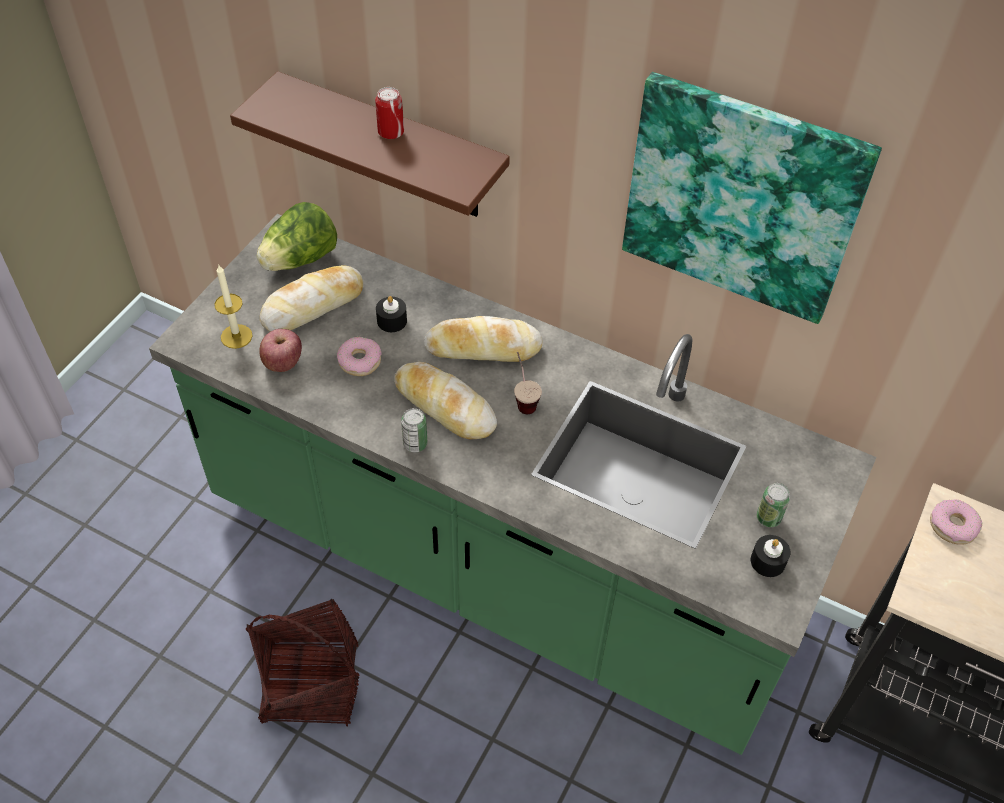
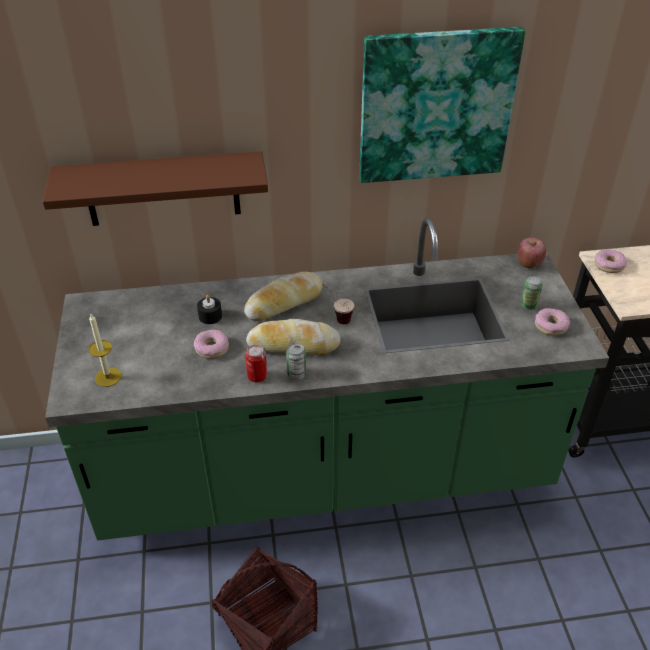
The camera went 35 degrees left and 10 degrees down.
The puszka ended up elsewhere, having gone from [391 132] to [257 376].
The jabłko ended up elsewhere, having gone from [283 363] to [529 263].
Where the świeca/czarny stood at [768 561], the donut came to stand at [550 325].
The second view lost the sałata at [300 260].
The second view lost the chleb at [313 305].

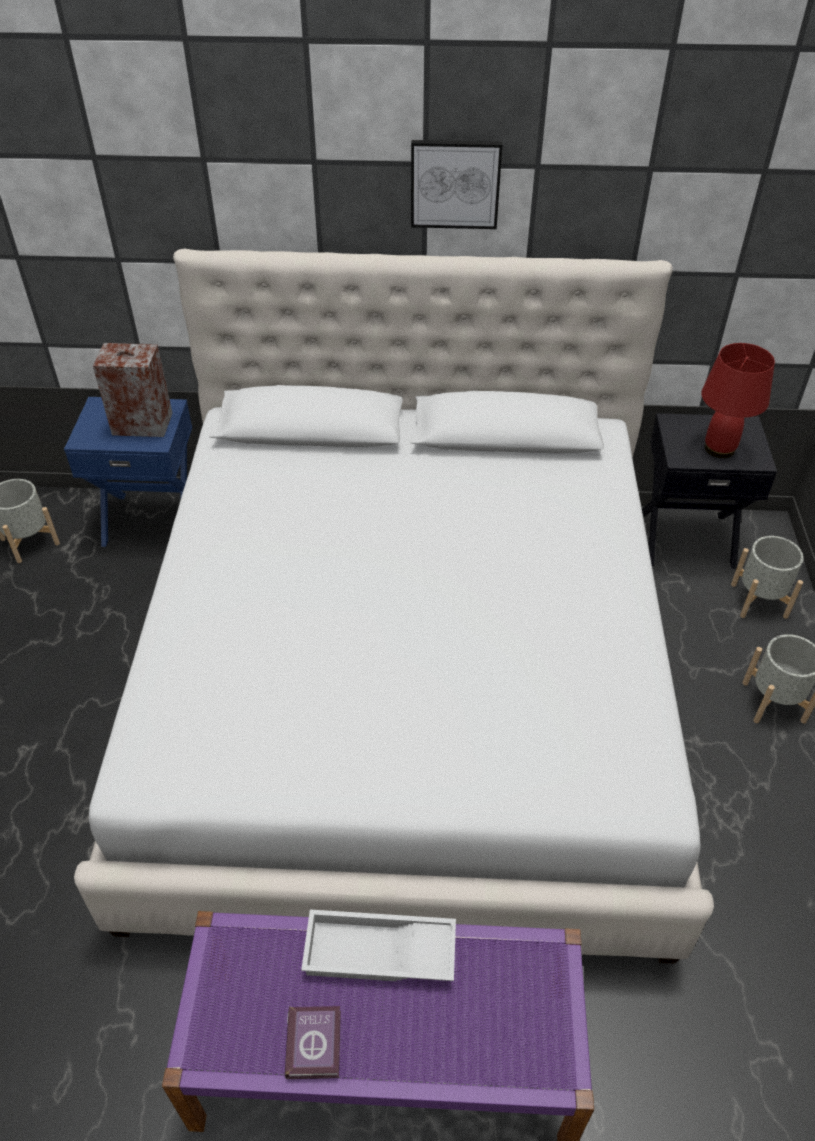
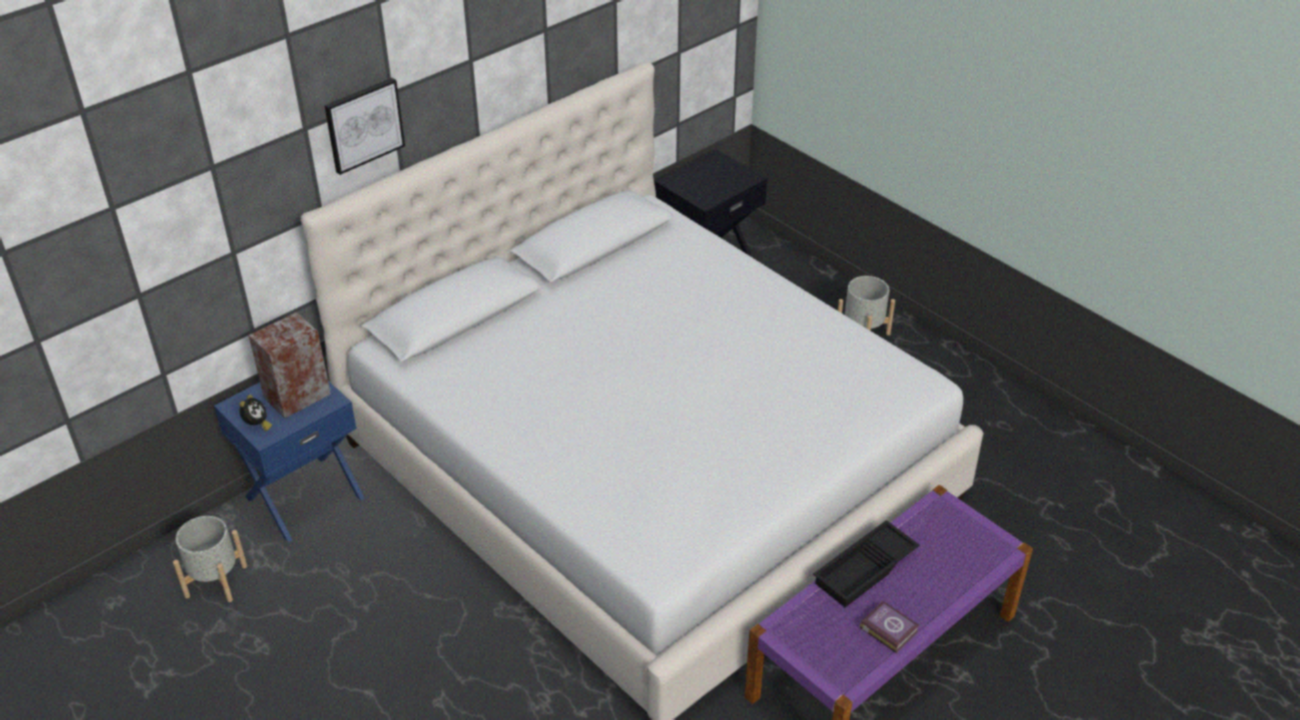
The camera went 45 degrees left and 5 degrees down.
The second view gained the budzik at [257 425].
The obraz ended up elsewhere, having gone from [455 184] to [364 124].
What was the taca/biały at [378 954] turned into the taca/czarny at [865 570].
The second view lost the lampa stołowa/czerwony at [719 449].
The second view lost the donica/szary at [759 600].

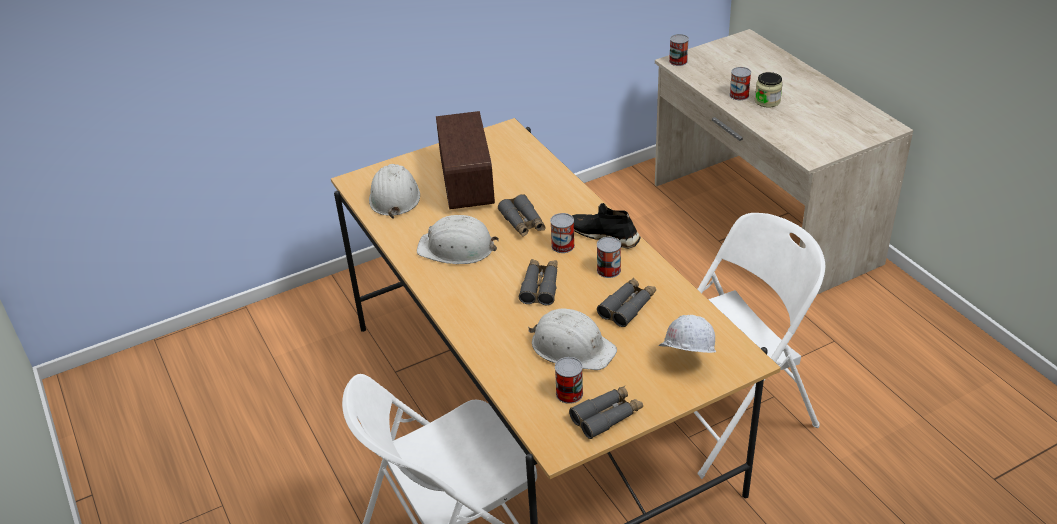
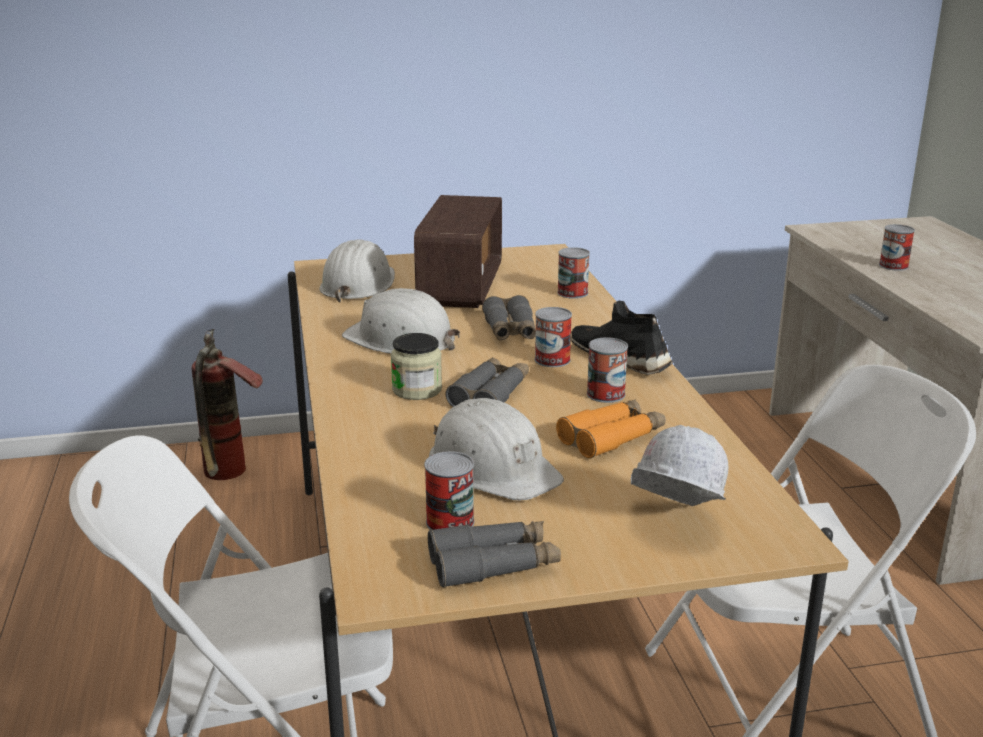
The camera went 15 degrees right and 15 degrees down.
The second view gained the gaśnica at [227 478].
The słoik ended up elsewhere, having gone from [767 101] to [417 390].
What was the lornetka/szary at [627 306] turned into the lornetka/pomarańczowy at [612 437].
The puszka ended up elsewhere, having gone from [678 61] to [572 293].

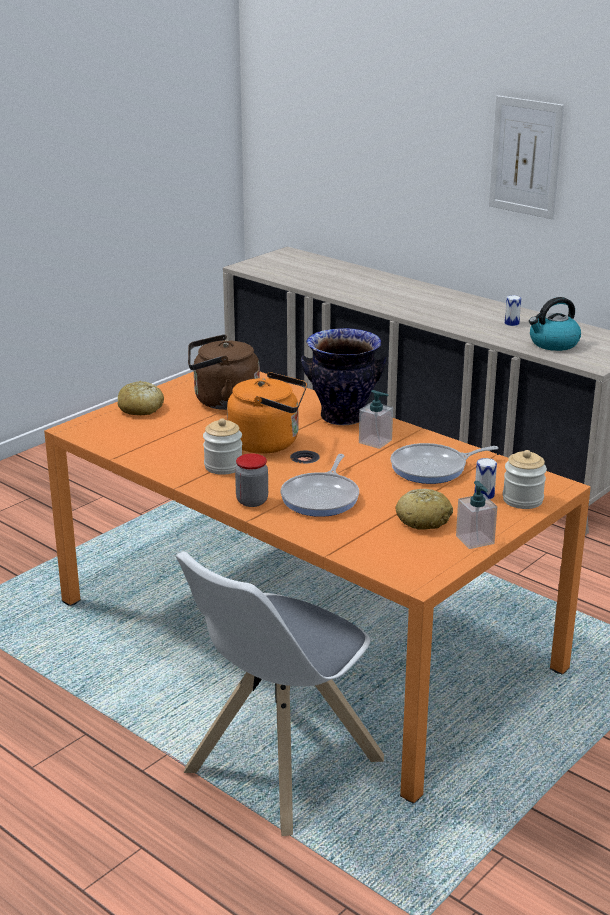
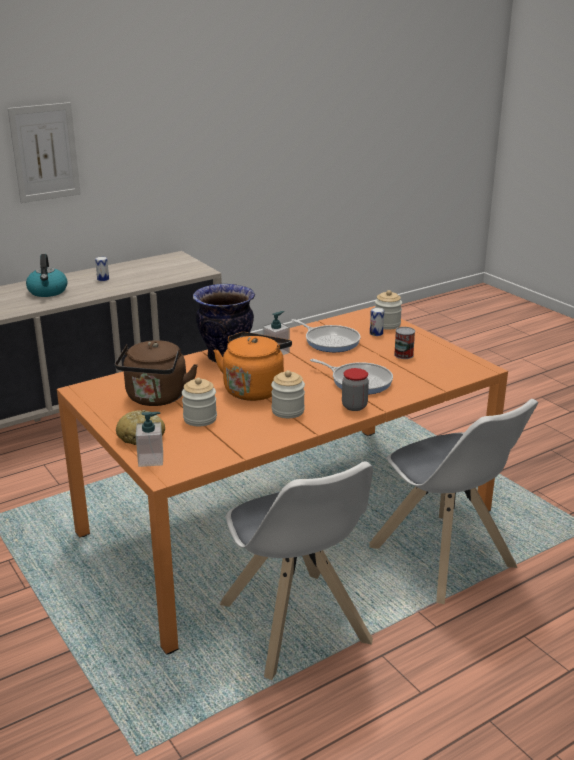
The camera went 75 degrees left and 0 degrees up.
The czajnik ended up elsewhere, having gone from [553 344] to [48 291].
The dozownik mydła ended up elsewhere, having gone from [475 540] to [151 459].
The second view gained the słoik at [200 419].
The second view gained the krzesło at [296 625].
The patelnia at [433 468] ended up facing another way, 45 degrees counterclockwise from before.
Where the chleb stood at [423 519], the puszka came to stand at [403 355].

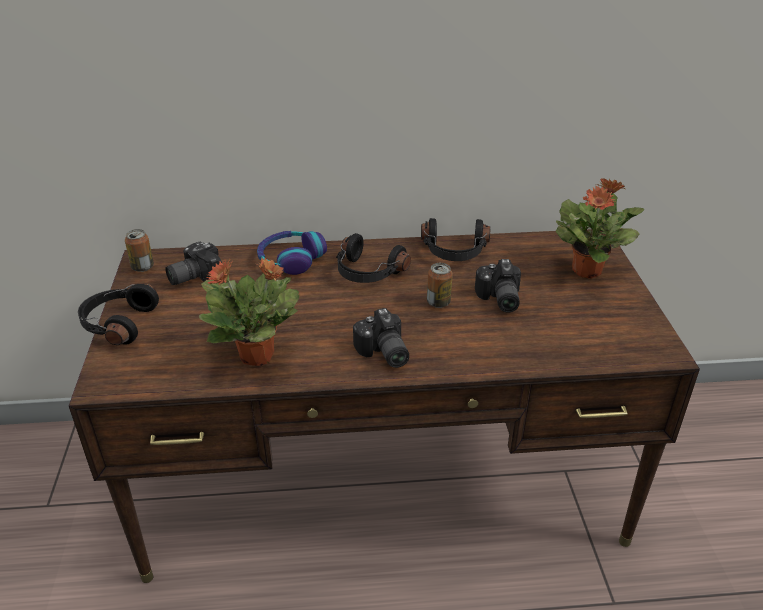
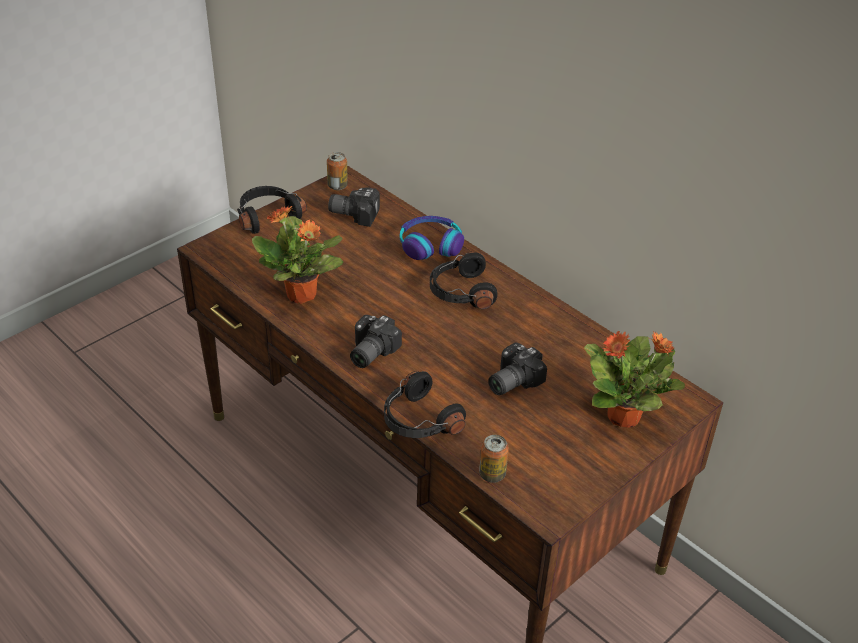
The camera went 50 degrees right and 5 degrees up.
The słuchawki/czarny ended up elsewhere, having gone from [454 252] to [418 420].
The puszka ended up elsewhere, having gone from [438 302] to [492 474].

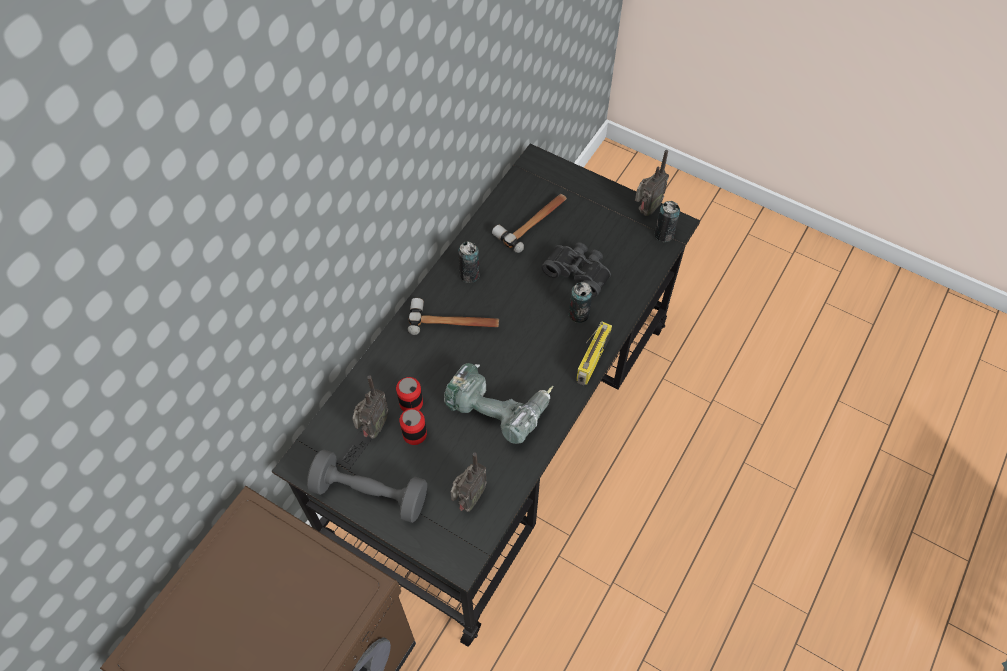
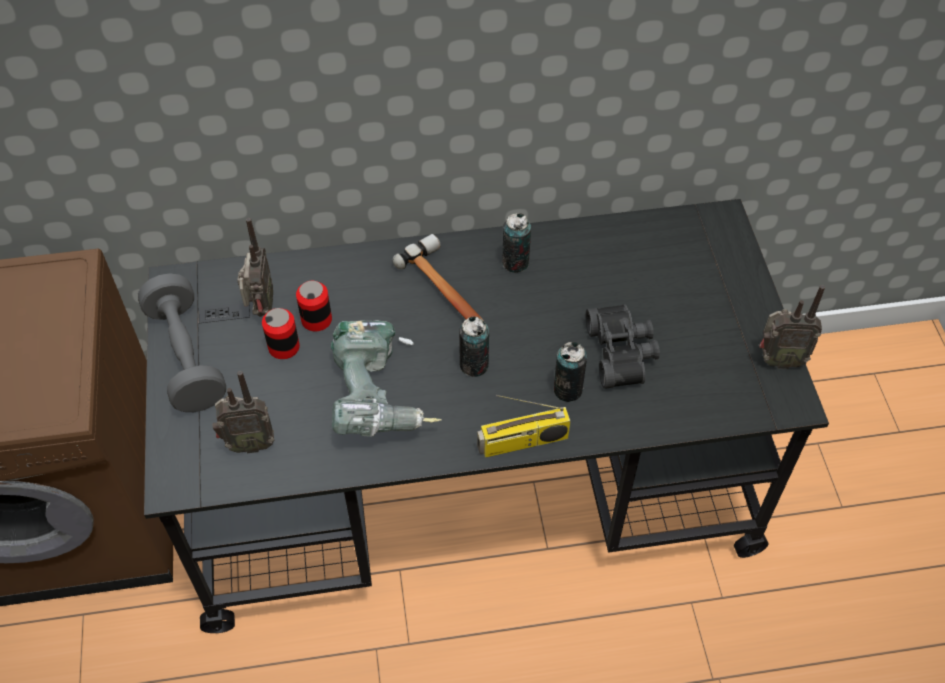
The camera went 50 degrees right and 5 degrees down.
The radio at [373 427] ended up facing another way, 75 degrees counterclockwise from before.
The puszka ended up elsewhere, having gone from [664 234] to [474 365].
The second view lost the młotek at [533 222].

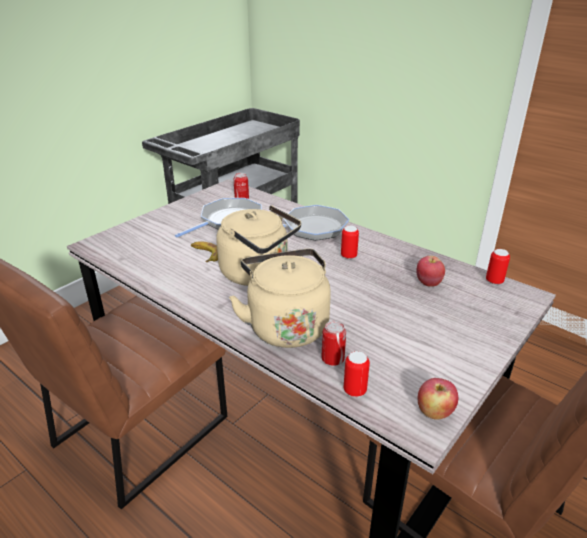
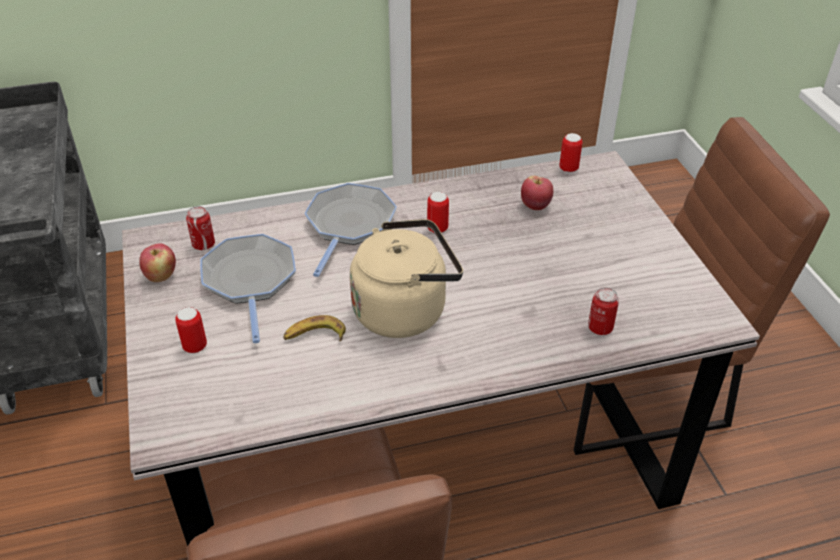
The camera went 55 degrees left and 10 degrees up.
The jabłko ended up elsewhere, having gone from [434 412] to [161 276].
The puszka ended up elsewhere, having gone from [354 391] to [195 346].
The second view lost the czajnik/beżowy at [286 325].

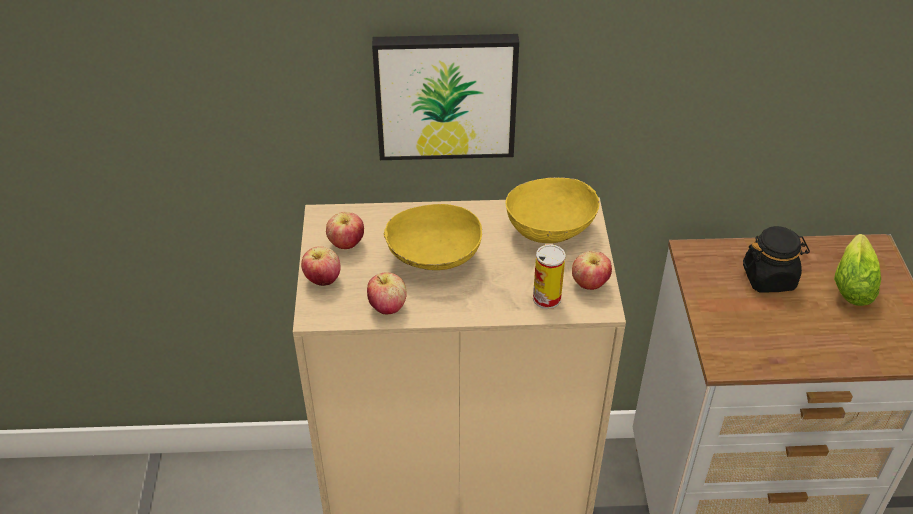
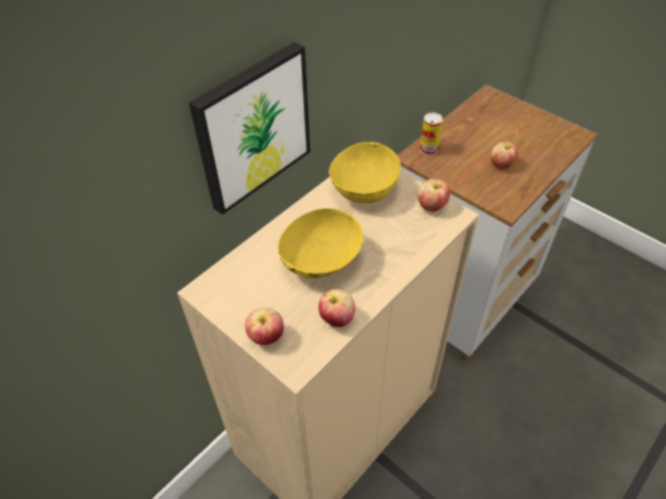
The camera went 45 degrees left and 5 degrees up.
The puszka ended up elsewhere, having gone from [546 298] to [428 149].
The jabłko ended up elsewhere, having gone from [346 244] to [501 164].
The second view lost the słoik/czarny at [769 278].
The second view lost the sałata at [853 281].

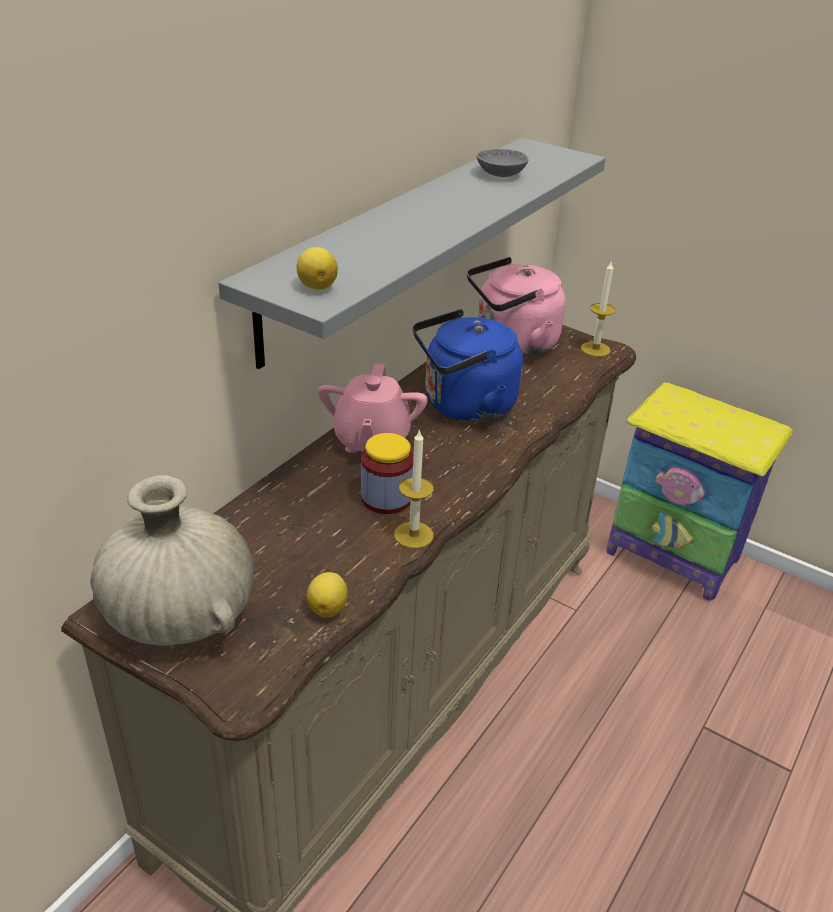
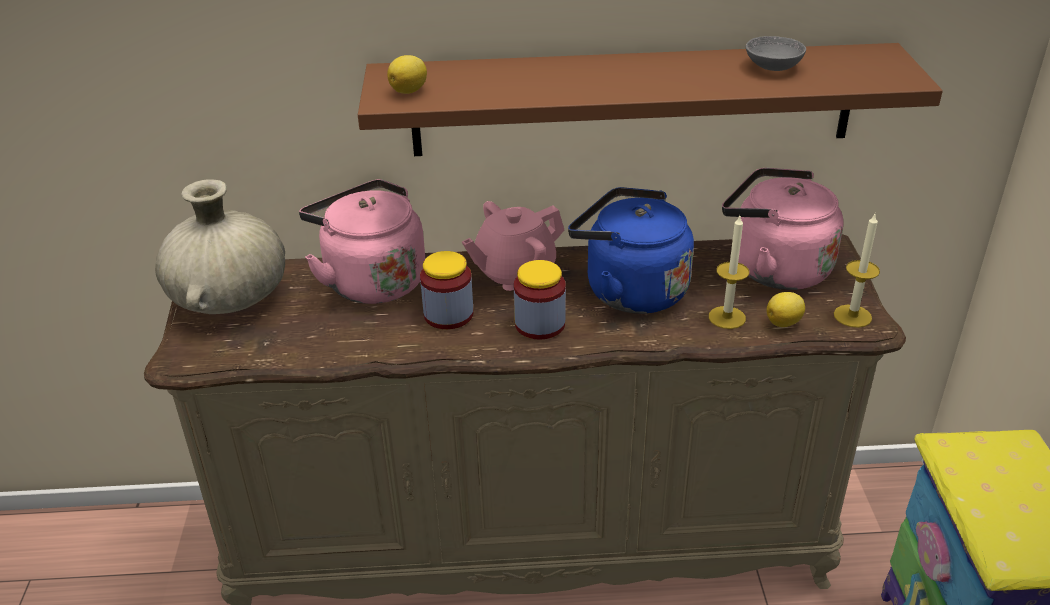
The camera went 55 degrees right and 0 degrees up.
The second view gained the czajnik/różowy at [371 280].
What was the półka/szary at [397 242] turned into the półka/brązowy at [632 100].
The second view gained the słoik at [540 324].
The świeca ended up elsewhere, having gone from [413 535] to [727 317].
The cytryna ended up elsewhere, having gone from [328 608] to [784 322].

